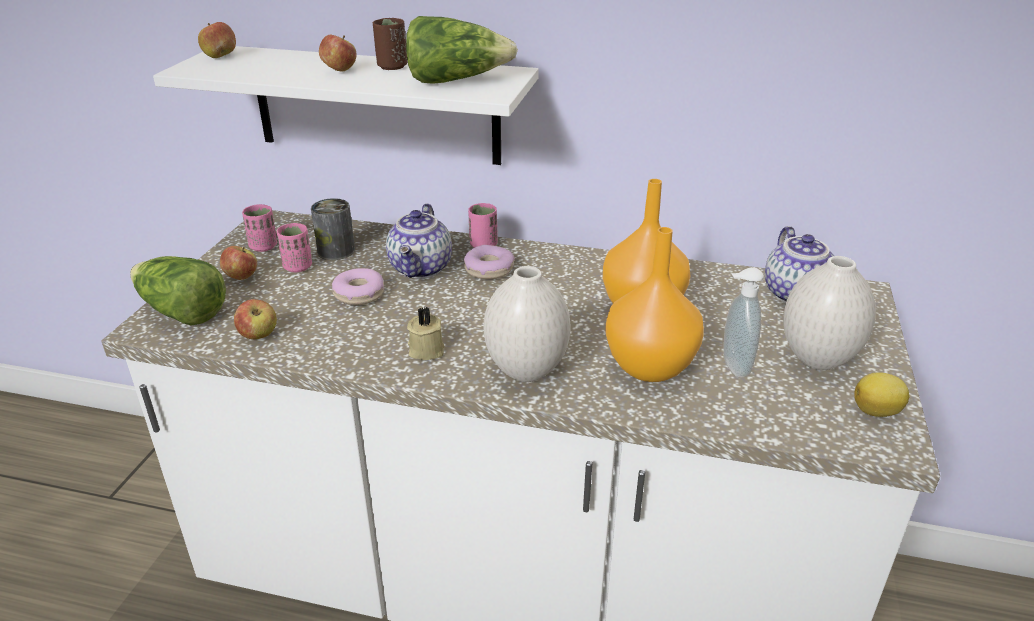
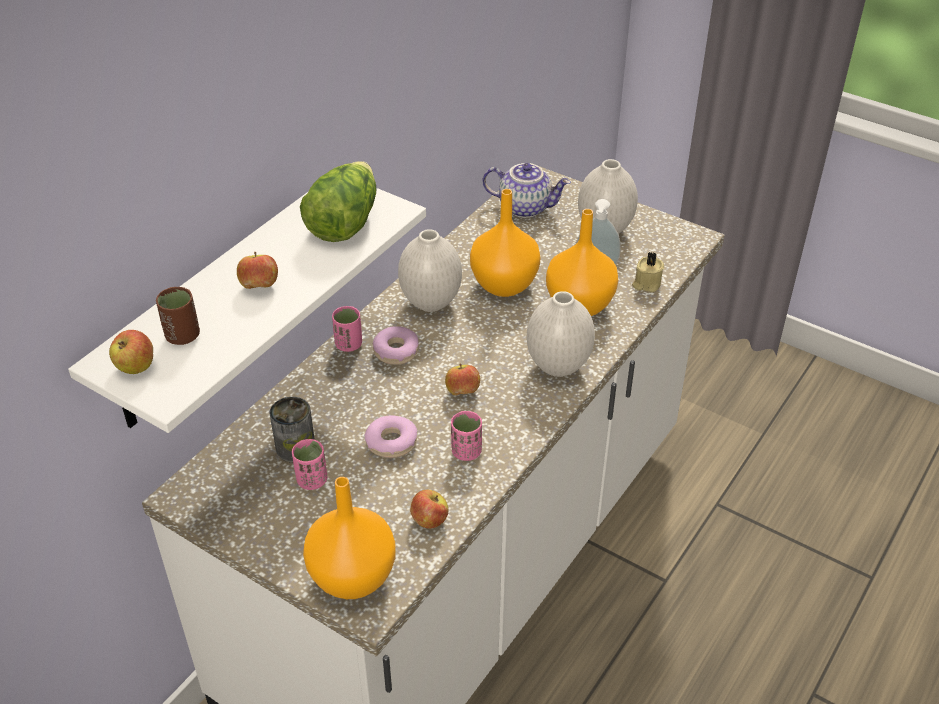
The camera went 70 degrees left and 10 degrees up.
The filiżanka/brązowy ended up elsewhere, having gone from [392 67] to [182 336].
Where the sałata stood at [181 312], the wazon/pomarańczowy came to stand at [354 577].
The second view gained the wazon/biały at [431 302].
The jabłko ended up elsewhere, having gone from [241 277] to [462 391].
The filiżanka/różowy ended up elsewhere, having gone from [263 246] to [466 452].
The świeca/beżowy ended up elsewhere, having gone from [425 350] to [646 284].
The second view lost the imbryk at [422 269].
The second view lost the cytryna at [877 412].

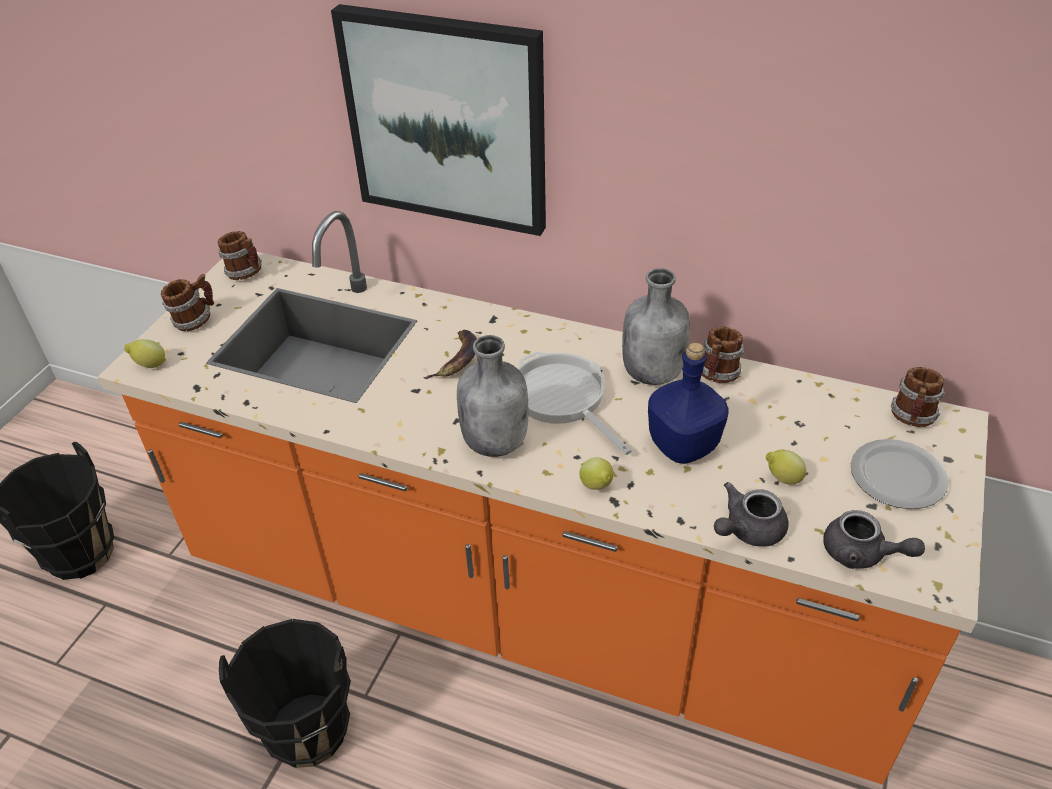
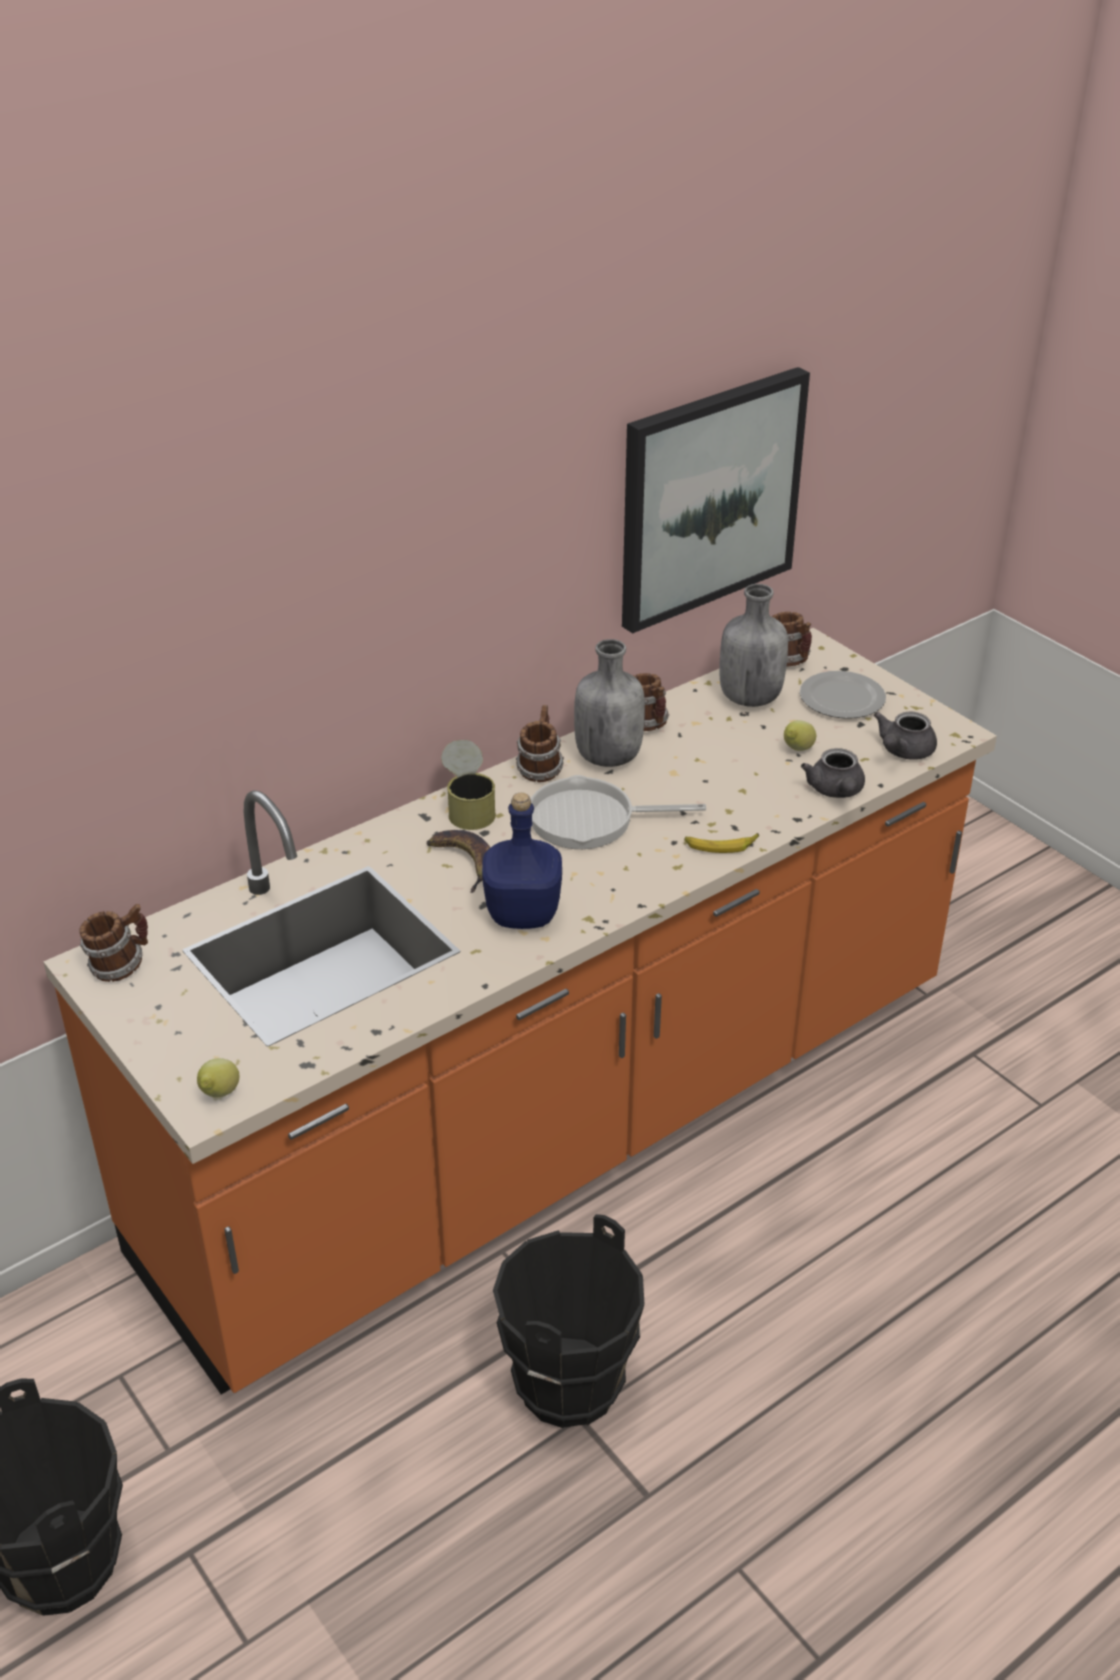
The camera went 60 degrees left and 5 degrees down.
The second view gained the puszka at [469 807].
The butelka/niebieski ended up elsewhere, having gone from [684 446] to [524 914].
The kubek ended up elsewhere, having gone from [195 320] to [539 769].
The obraz ended up elsewhere, having gone from [447 120] to [709 497].
Where the cytryna stood at [597 487], the banan came to stand at [721 846].
The butelka/szary ended up elsewhere, having gone from [496 441] to [749 698].
The imbryk/szary at [862 554] ended up facing another way, 150 degrees clockwise from before.

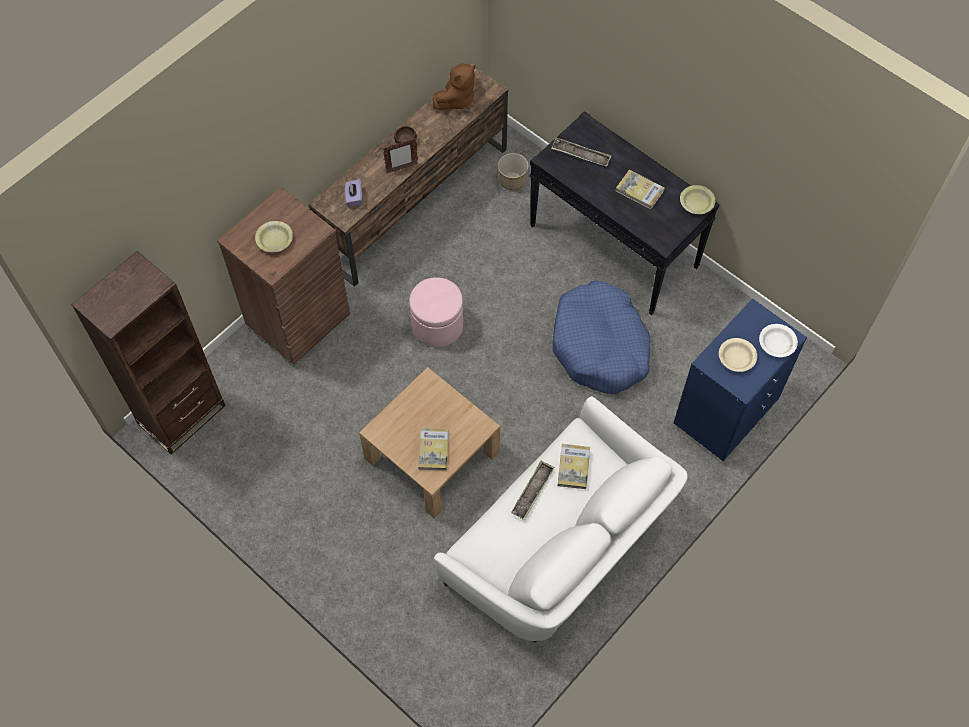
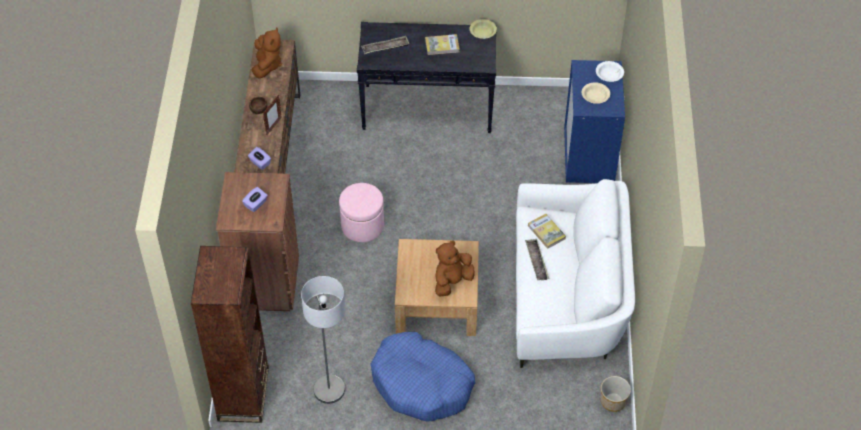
The camera went 40 degrees left and 10 degrees down.
Where the miska/żółty stood at [275 240], the pudełko chusteczek/fioletowy came to stand at [255 204].
The second view gained the lampa stojąca/szary at [332 398].
The legowisko/niebieski ended up elsewhere, having gone from [600 346] to [421 384].
Where the książka stood at [433 450], the pluszak/brązowy came to stand at [452 281].
The donica ended up elsewhere, having gone from [512 180] to [613 401].

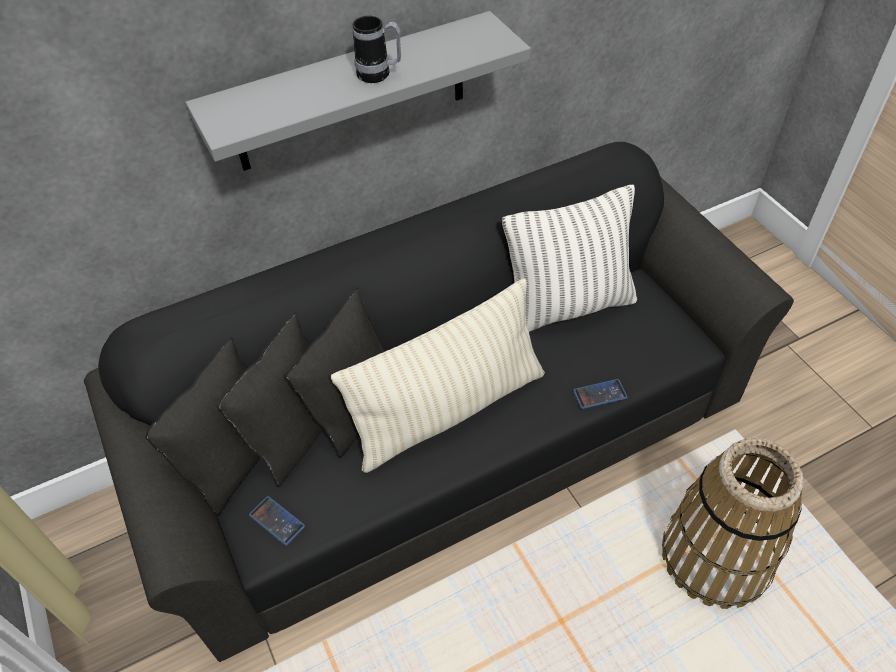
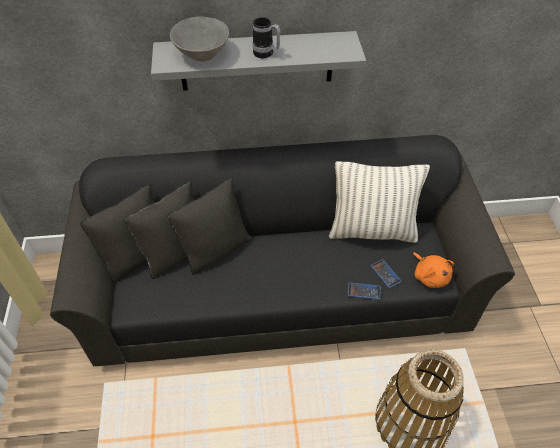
The camera went 20 degrees right and 0 degrees up.
The second view gained the miska/szary at [202 55].
The telefon ended up elsewhere, having gone from [277 521] to [385 274].
The second view gained the pluszak/pomarańczowy at [430 276].
The second view lost the poduszka/beżowy at [448 410].

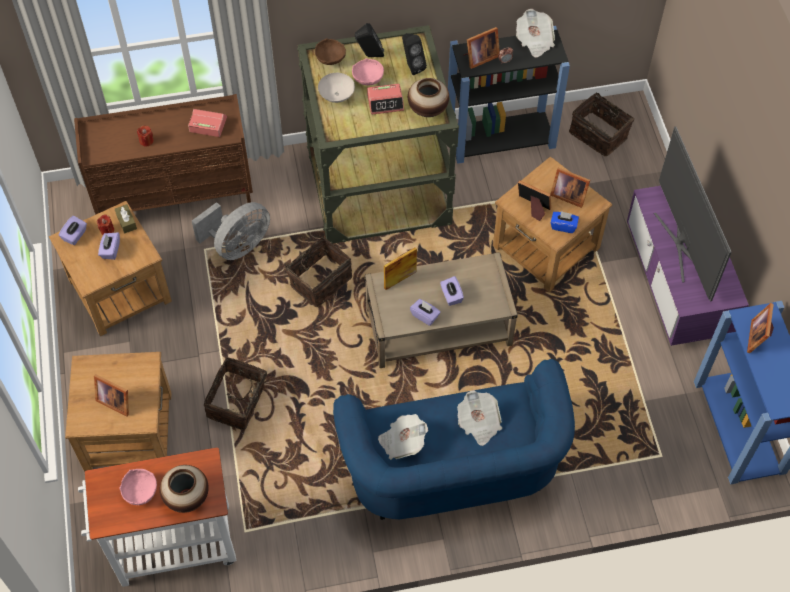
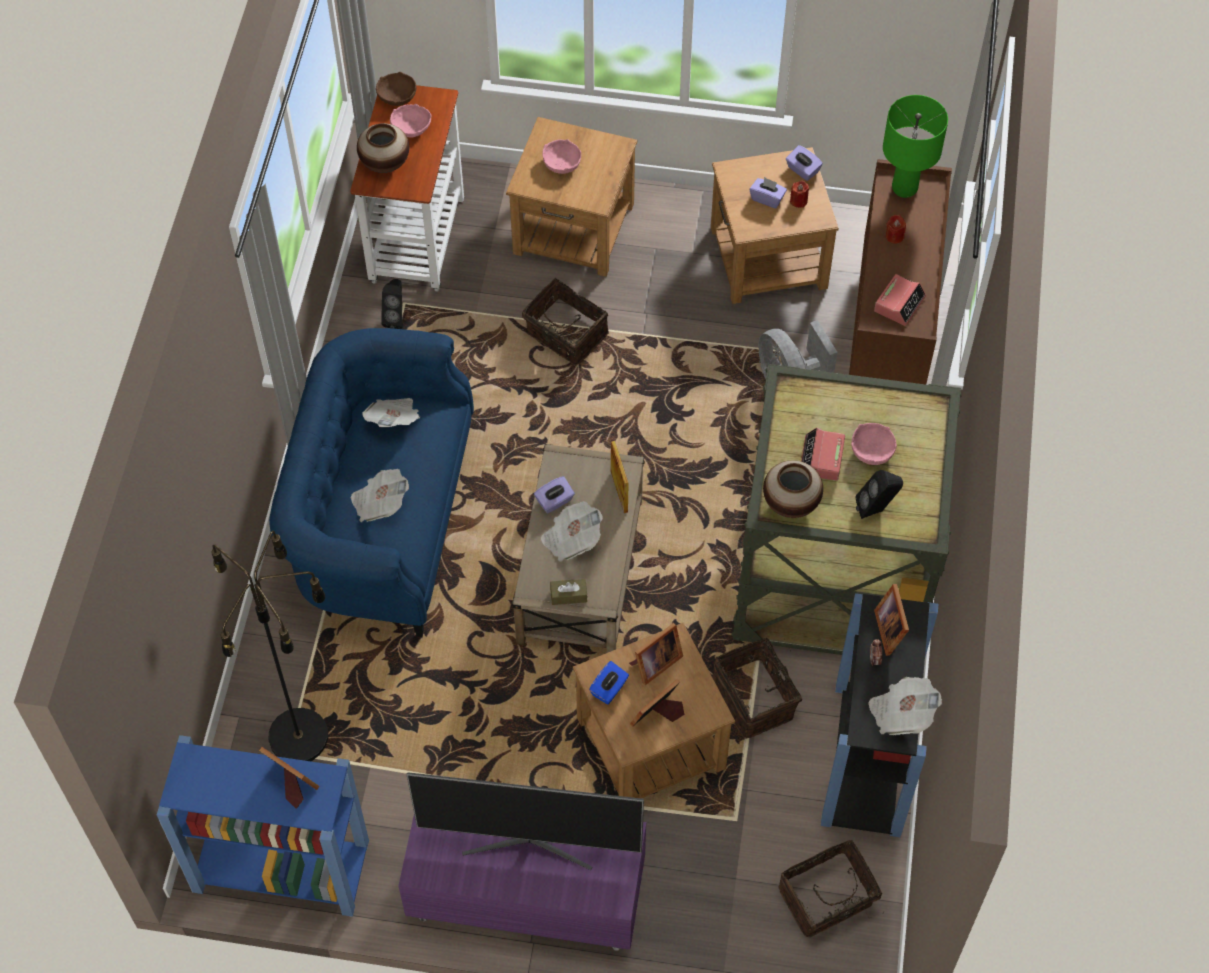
The camera went 110 degrees right and 0 degrees up.
The second view gained the lampa stojąca at [300 737].
The miska/brązowy ended up elsewhere, having gone from [330 58] to [397 97].
The głośnik/czarny ended up elsewhere, having gone from [369 56] to [396 318].
Where the pudełko chusteczek/fioletowy stood at [451 296], the gazeta came to stand at [571 539].
Where the ramka na zdjęcie stood at [115 400], the miska/różowy came to stand at [562 164].
The pudełko chusteczek/brązowy ended up elsewhere, having gone from [126 222] to [568 595].
The koszyk ended up elsewhere, having gone from [319 280] to [755 698].
The second view gained the lampa stołowa/zielony at [905 188].
The second view lost the miska/biały at [336 96].

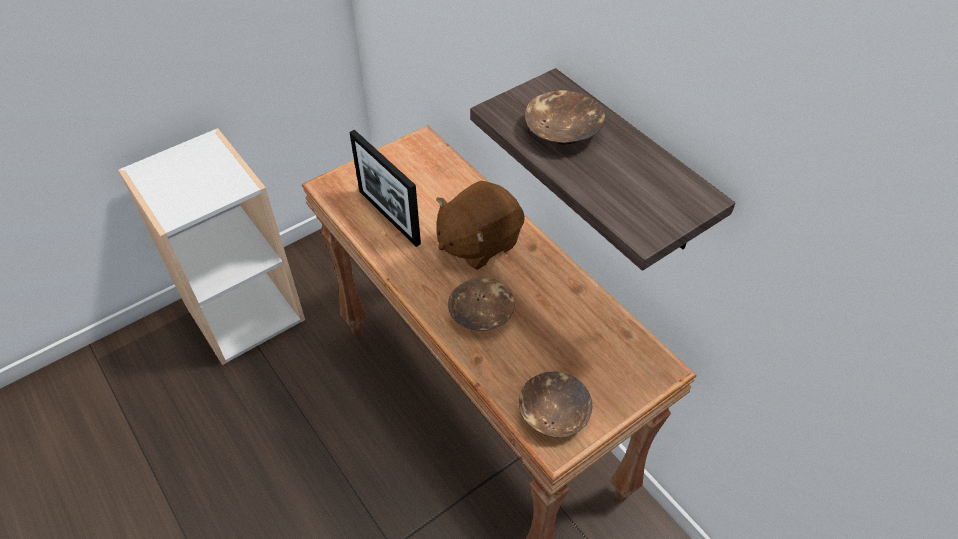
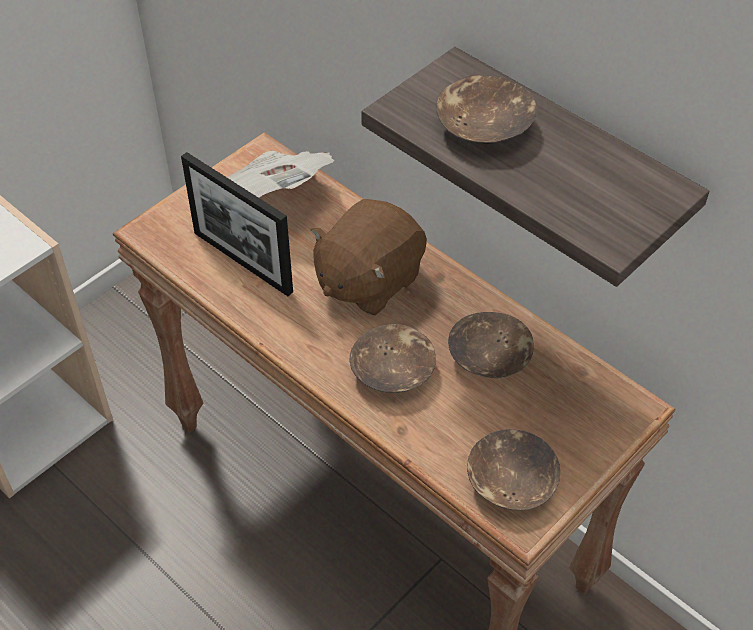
The camera went 10 degrees left and 0 degrees up.
The second view gained the gazeta at [275 195].
The second view gained the miska/brązowy at [489 356].

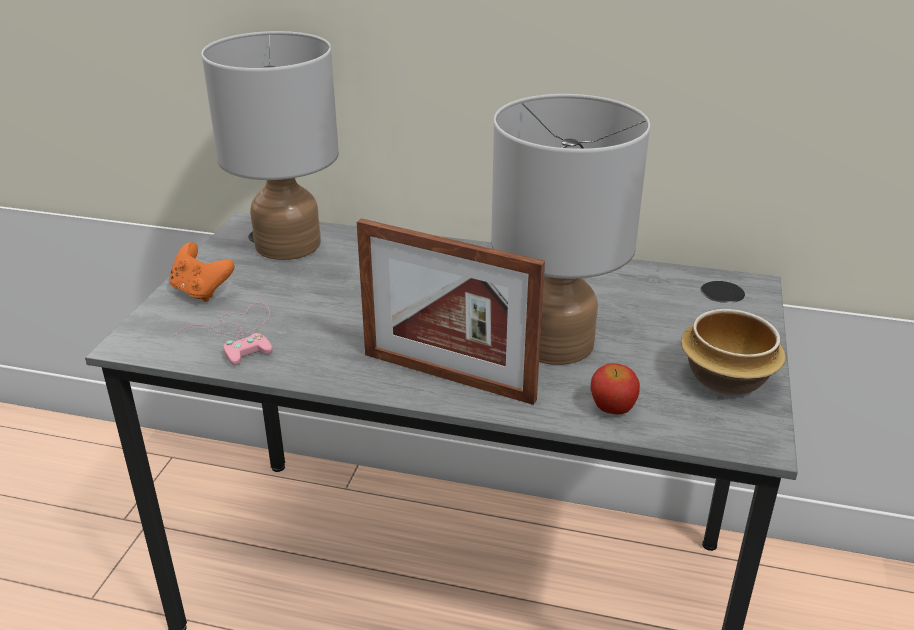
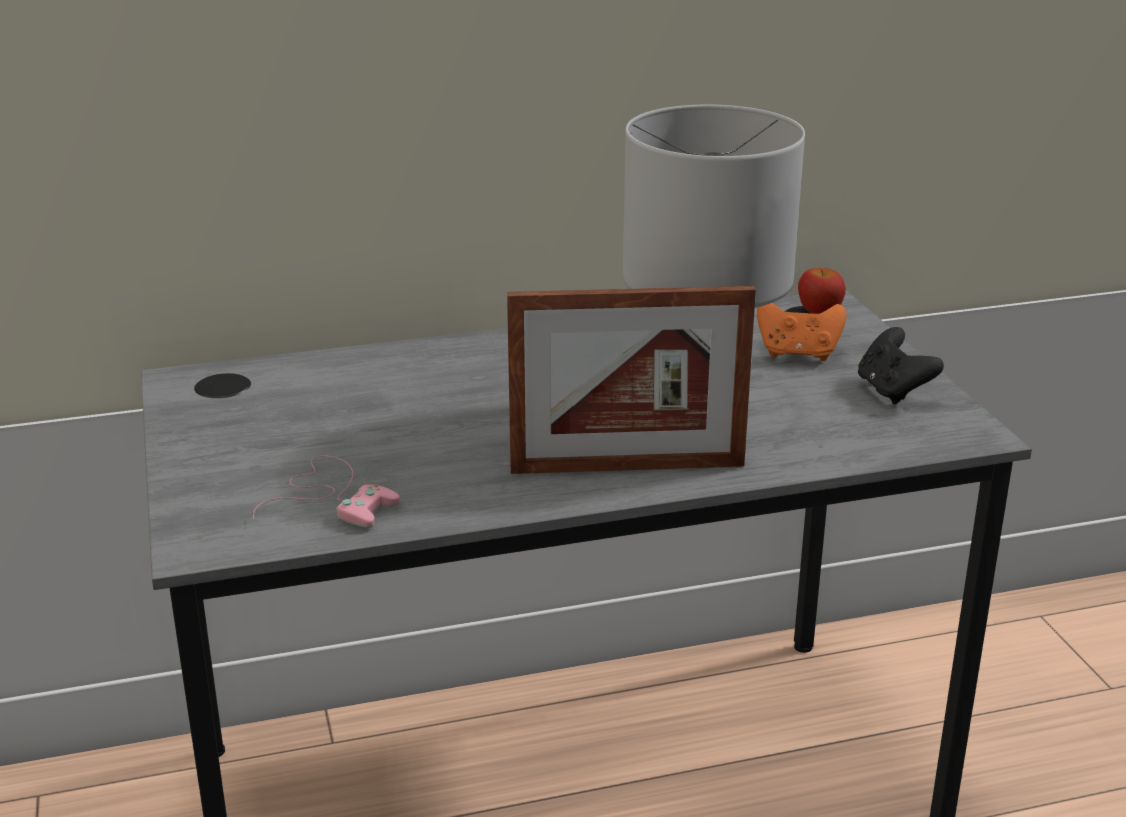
The camera went 30 degrees left and 5 degrees down.
The pad do gier/pomarańczowy ended up elsewhere, having gone from [201 291] to [798 354].
The jabłko ended up elsewhere, having gone from [612 408] to [819 312].
Where the miska stood at [724 378], the pad do gier/czarny came to stand at [892 391].
The second view lost the lampa stołowa/szary at [289 244].

